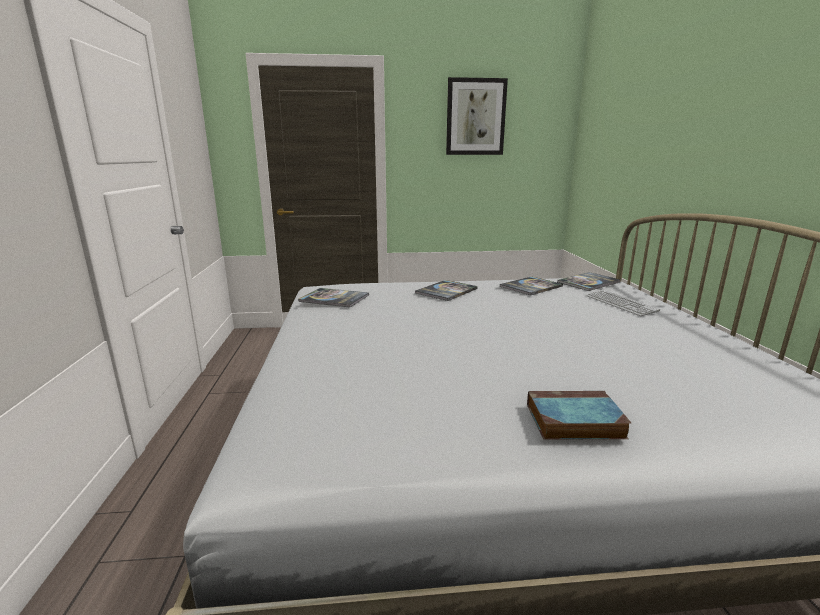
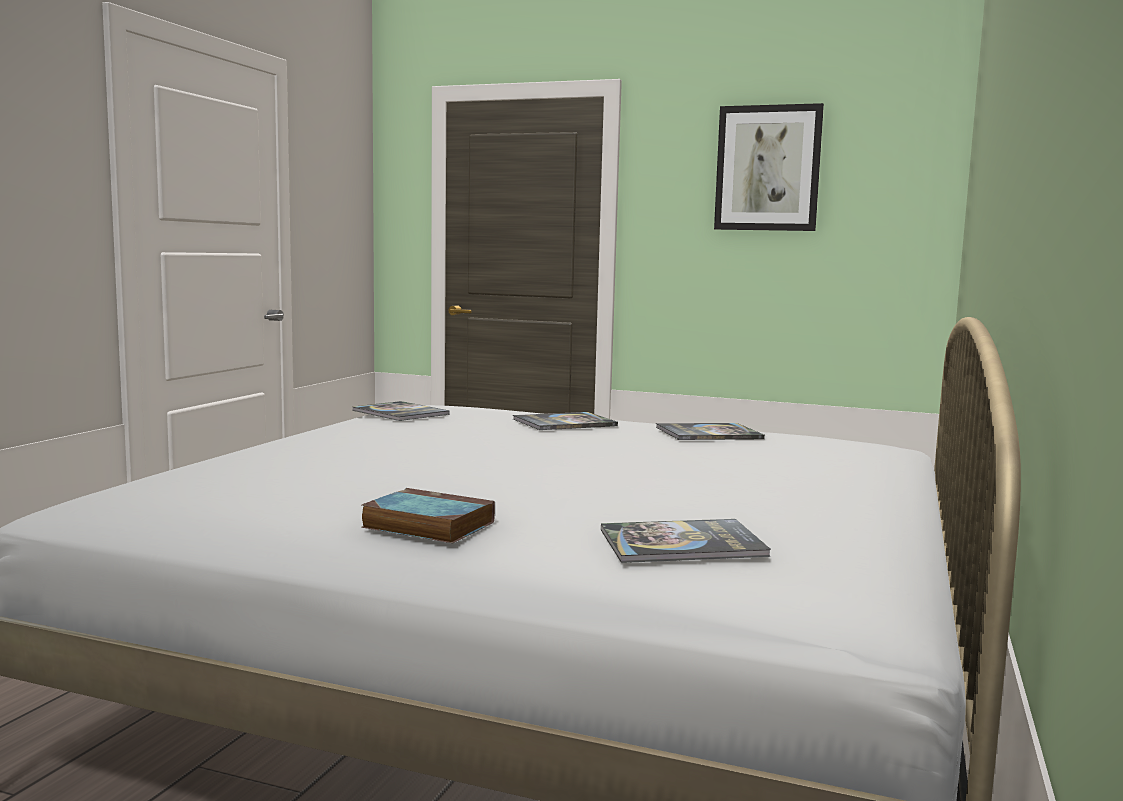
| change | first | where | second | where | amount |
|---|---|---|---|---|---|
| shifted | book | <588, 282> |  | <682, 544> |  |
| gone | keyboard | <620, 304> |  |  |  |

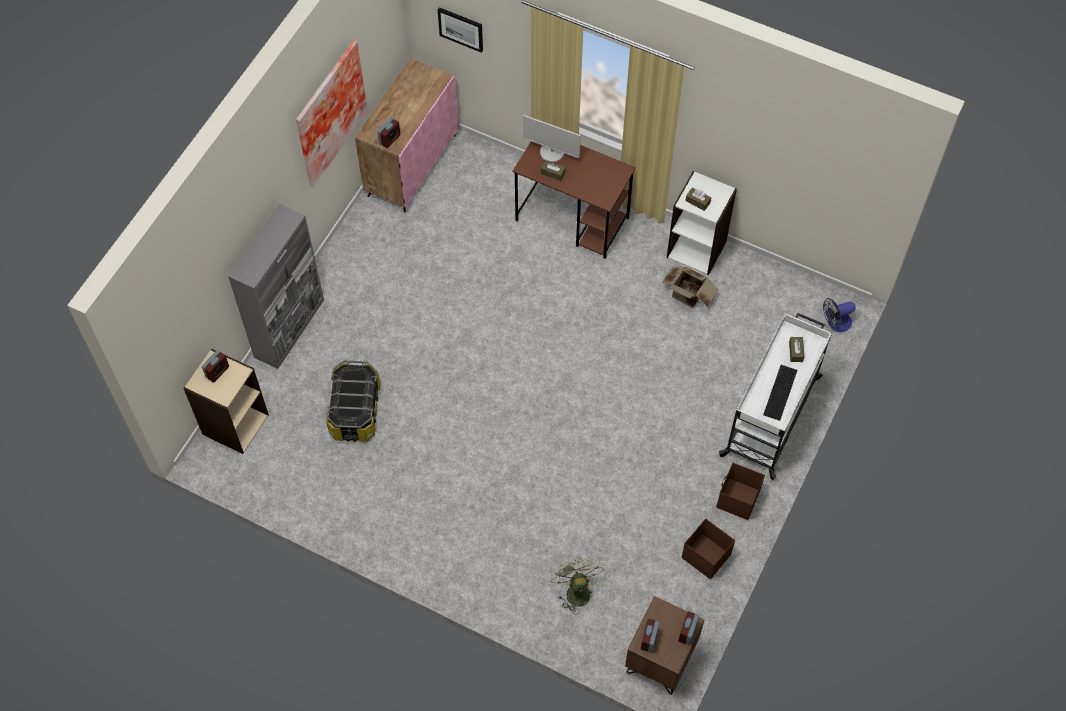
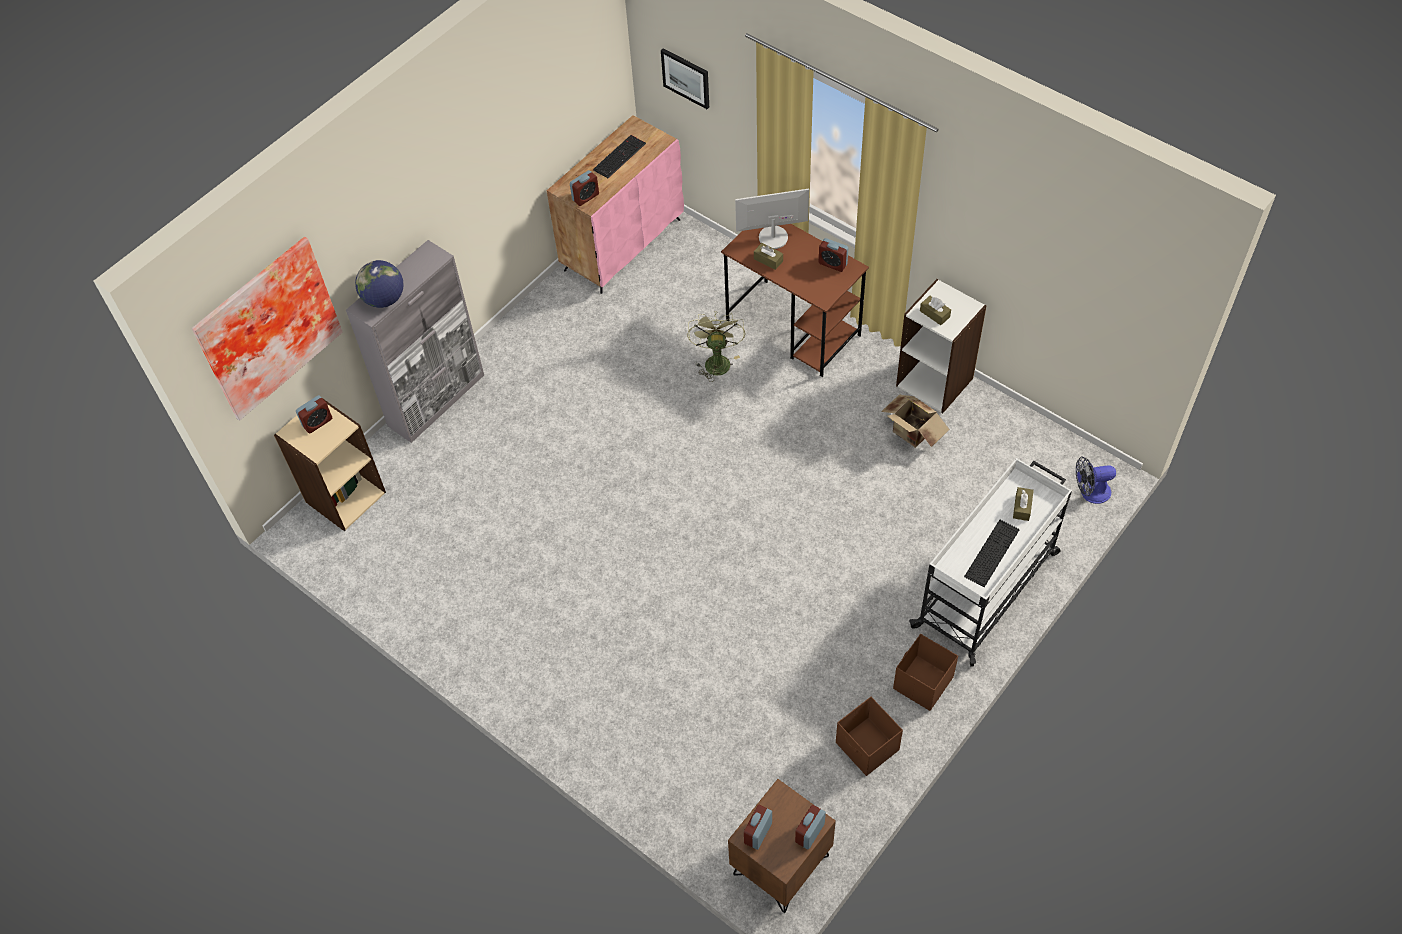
| change | first | where | second | where | amount |
|---|---|---|---|---|---|
| shifted | picture | <328, 112> |  | <266, 326> |  |
| new |  |  | globe | <384, 299> |  |
| new |  |  | keyboard | <619, 156> |  |
| shifted | green fan | <575, 590> |  | <716, 360> |  |
| rotated | monitor | <552, 152> |  | <773, 237> | 135 degrees clockwise |
| new |  |  | alarm clock | <832, 264> |  |
| gone | storage box | <355, 411> |  |  |  |

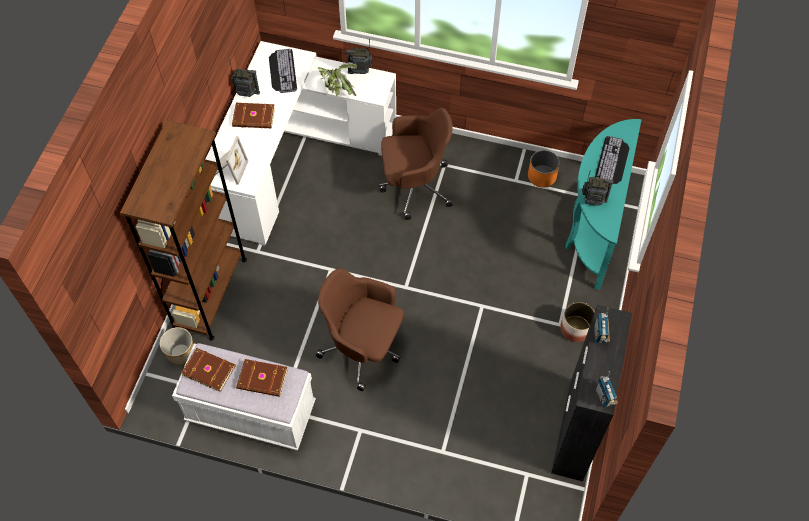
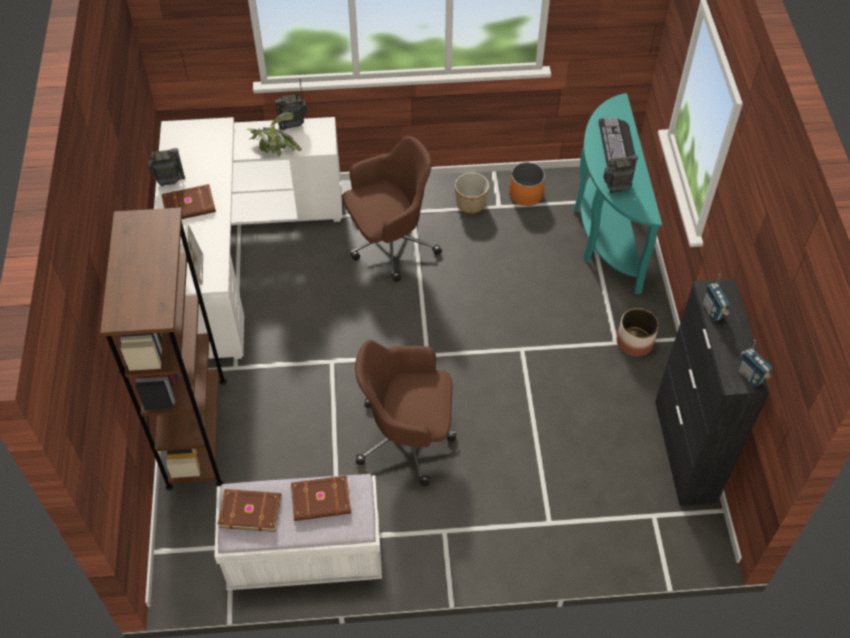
| change | first | where | second | where | amount |
|---|---|---|---|---|---|
| shifted | planter | <181, 352> |  | <471, 203> |  |
| gone | keyboard | <282, 71> |  |  |  |

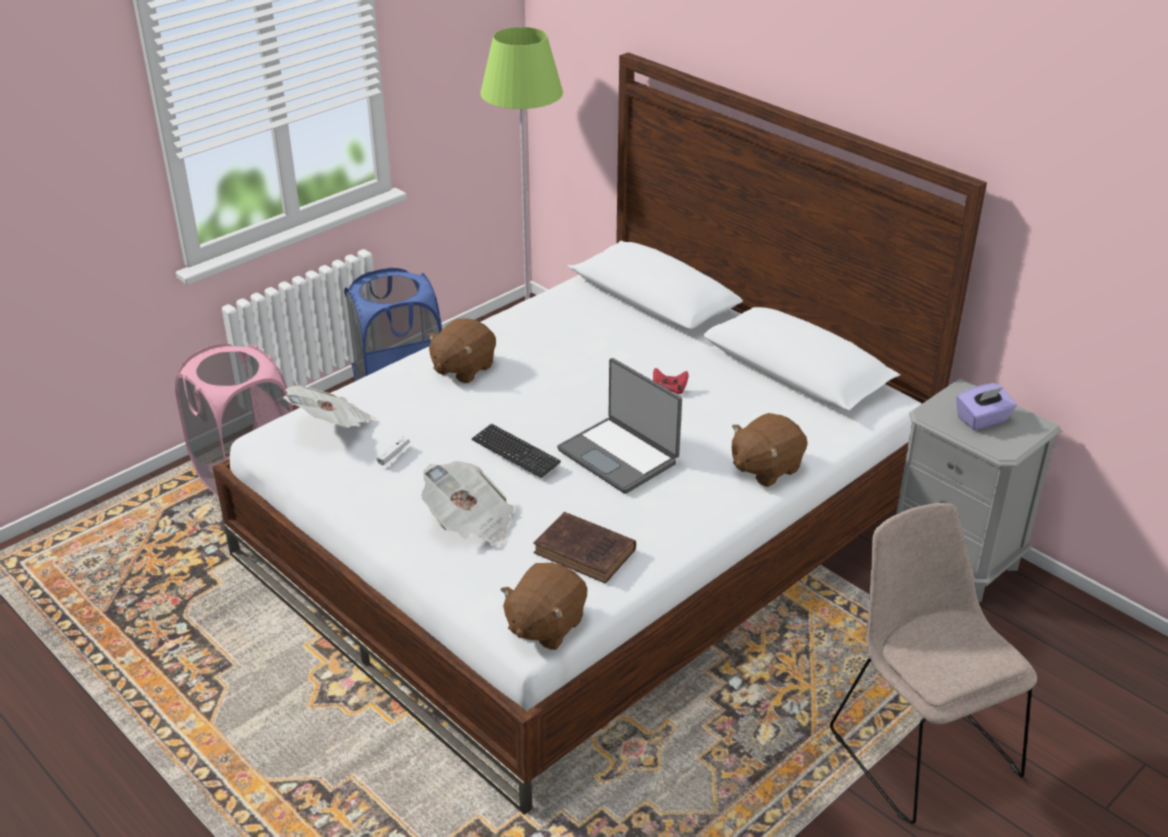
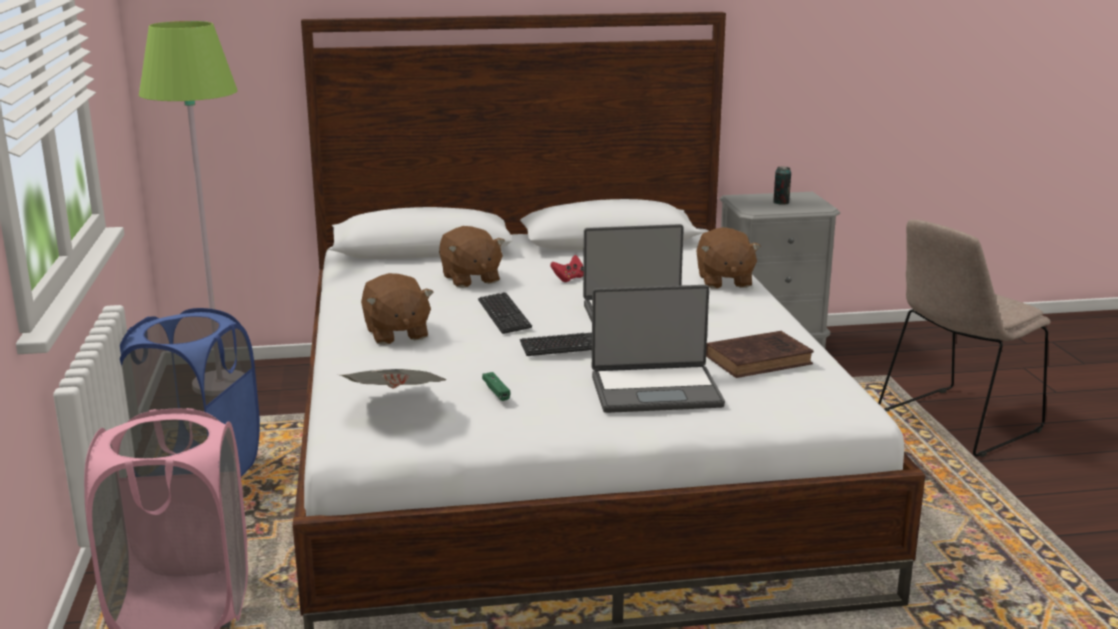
| change | first | where | second | where | amount |
|---|---|---|---|---|---|
| shifted | brown plush toy | <545, 625> |  | <470, 279> |  |
| new |  |  | keyboard | <504, 315> |  |
| repainted | white game controller | <393, 454> | green game controller | <496, 391> |  |
| swapped | newspaper | <470, 523> | laptop | <655, 390> |  |
| swapped | purple tissue box | <983, 420> | can | <781, 202> |  |
| rotated | beige chair | <920, 748> |  | <955, 423> | 45 degrees counterclockwise |

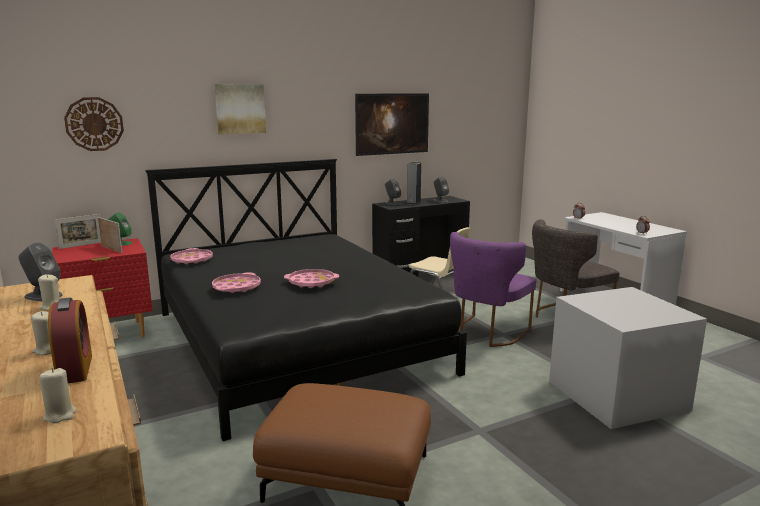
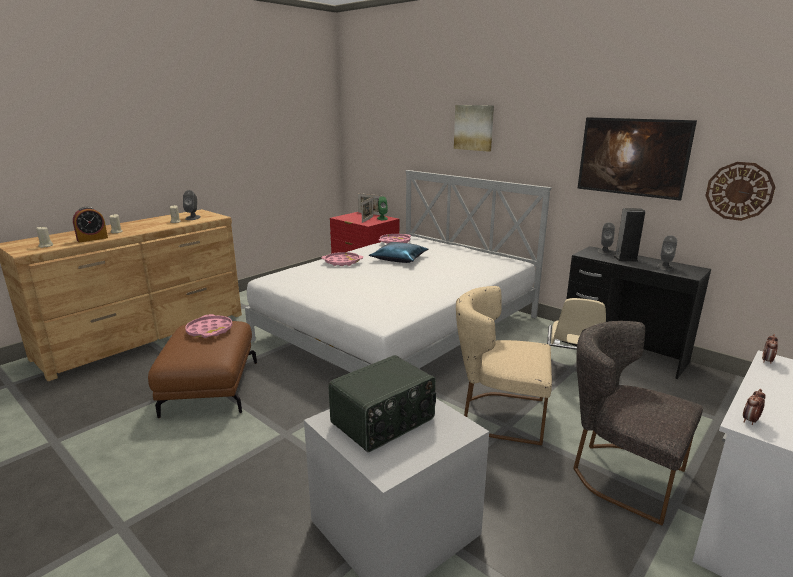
| change | first | where | second | where | amount |
|---|---|---|---|---|---|
| shifted | pink tray | <311, 282> |  | <209, 330> |  |
| repainted | black bed | <295, 341> | white bed | <399, 328> |  |
| new |  |  | radio | <384, 422> |  |
| new |  |  | blue pillow | <400, 259> |  |
| repainted | purple chair | <487, 333> | beige chair | <499, 415> |  |
| shifted | wall clock | <94, 124> |  | <739, 191> |  |

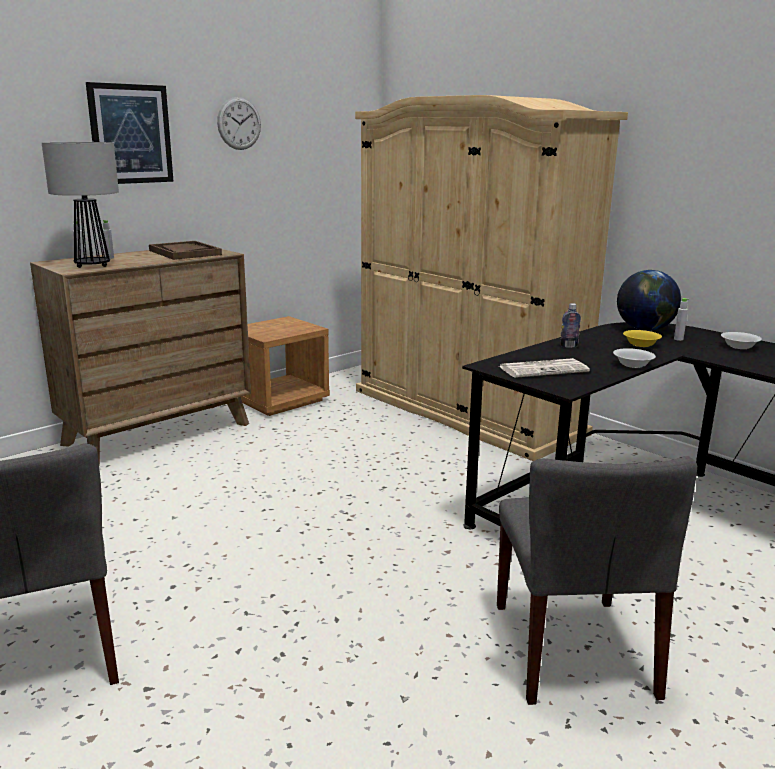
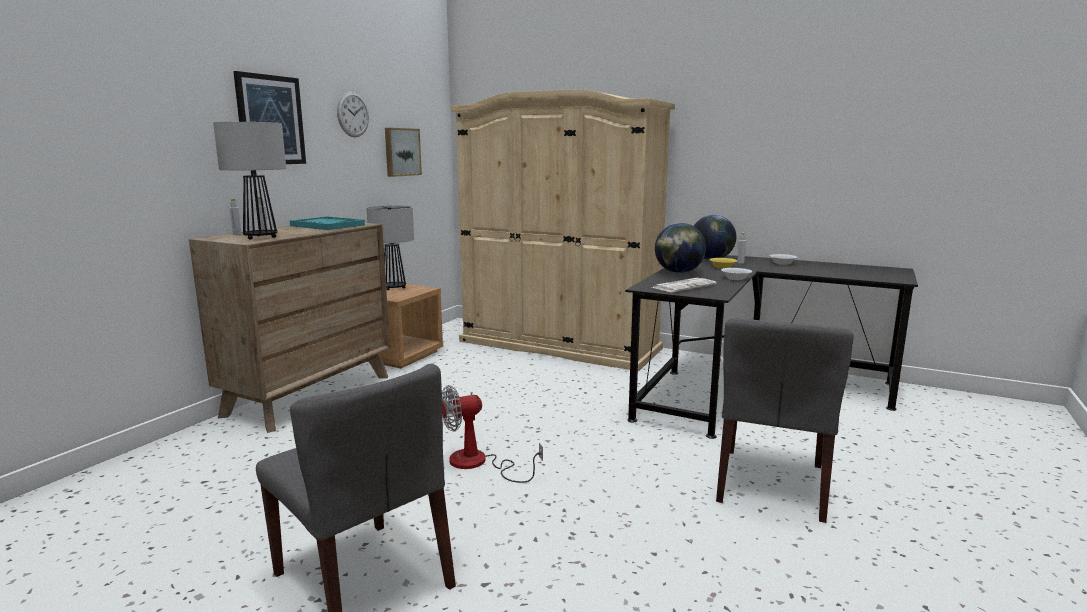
| change | first | where | second | where | amount |
|---|---|---|---|---|---|
| repainted | brown tray | <184, 252> | turquoise tray | <327, 225> |  |
| new |  |  | table lamp | <394, 288> |  |
| new |  |  | picture | <401, 152> |  |
| new |  |  | fan | <479, 463> |  |
| swapped | bottle | <568, 346> | globe | <678, 272> |  |
| rotated | grey chair | <574, 649> |  | <772, 483> | 45 degrees clockwise |

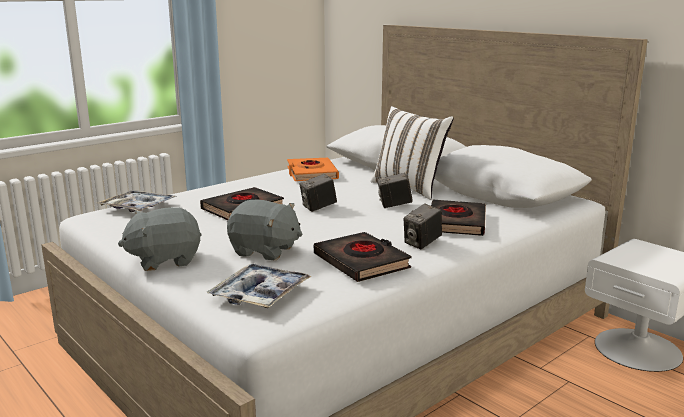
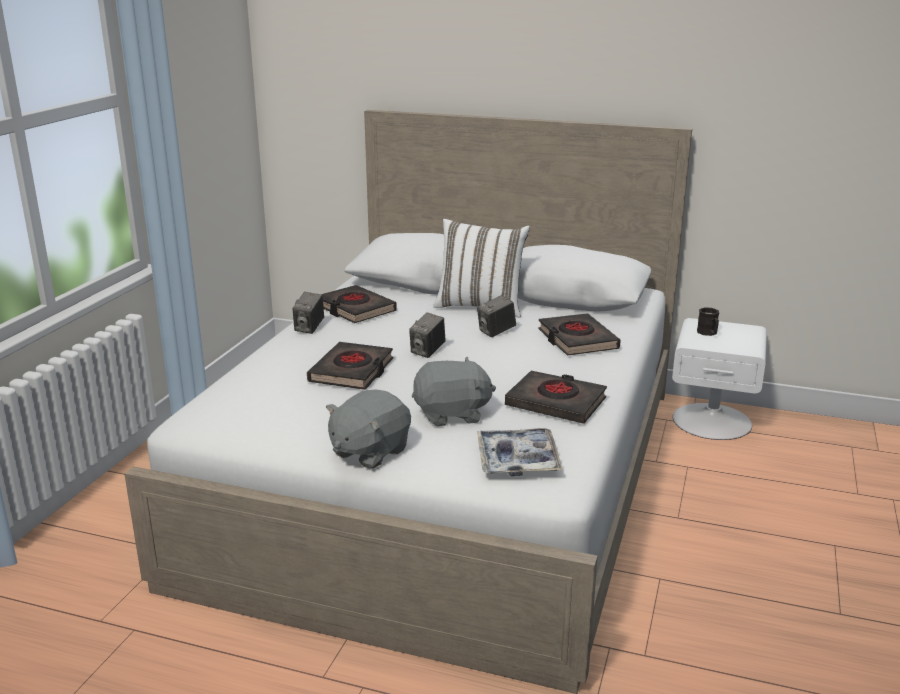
| change | first | where | second | where | amount |
|---|---|---|---|---|---|
| shifted | photo camera | <422, 243> |  | <309, 328> |  |
| repainted | orange book | <311, 174> | black book | <355, 309> |  |
| new |  |  | black mug | <708, 333> |  |
| gone | tray | <138, 207> |  |  |  |

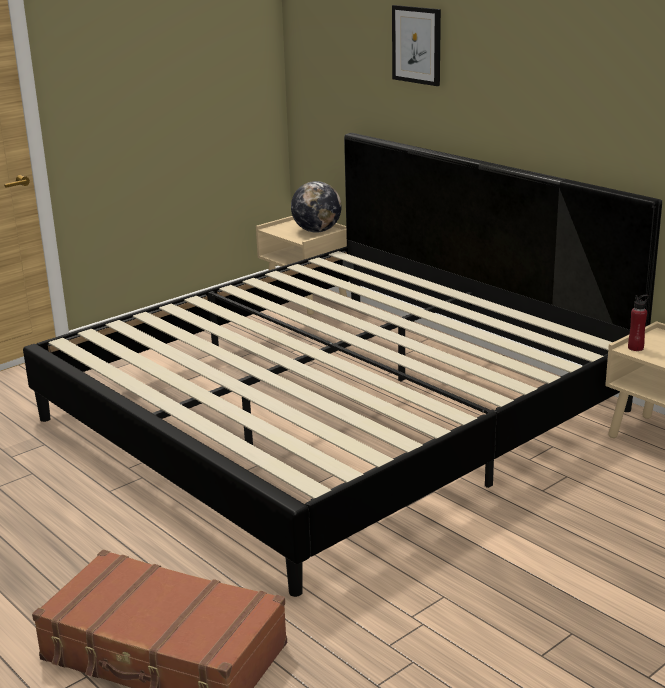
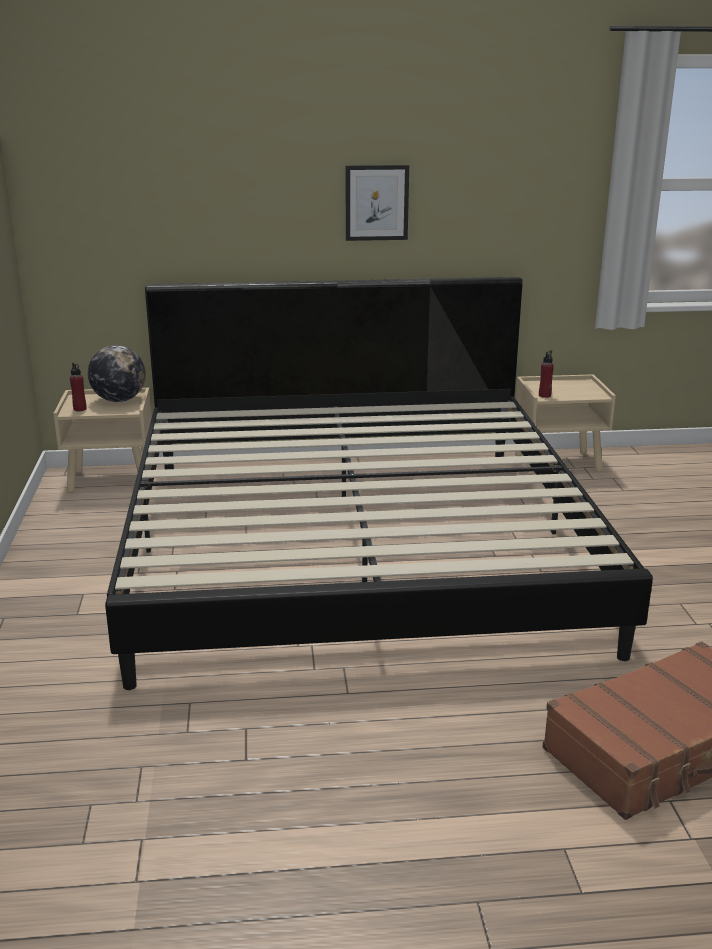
| change | first | where | second | where | amount |
|---|---|---|---|---|---|
| new |  |  | red bottle | <80, 409> |  |
| shifted | picture | <417, 45> |  | <376, 202> |  |

